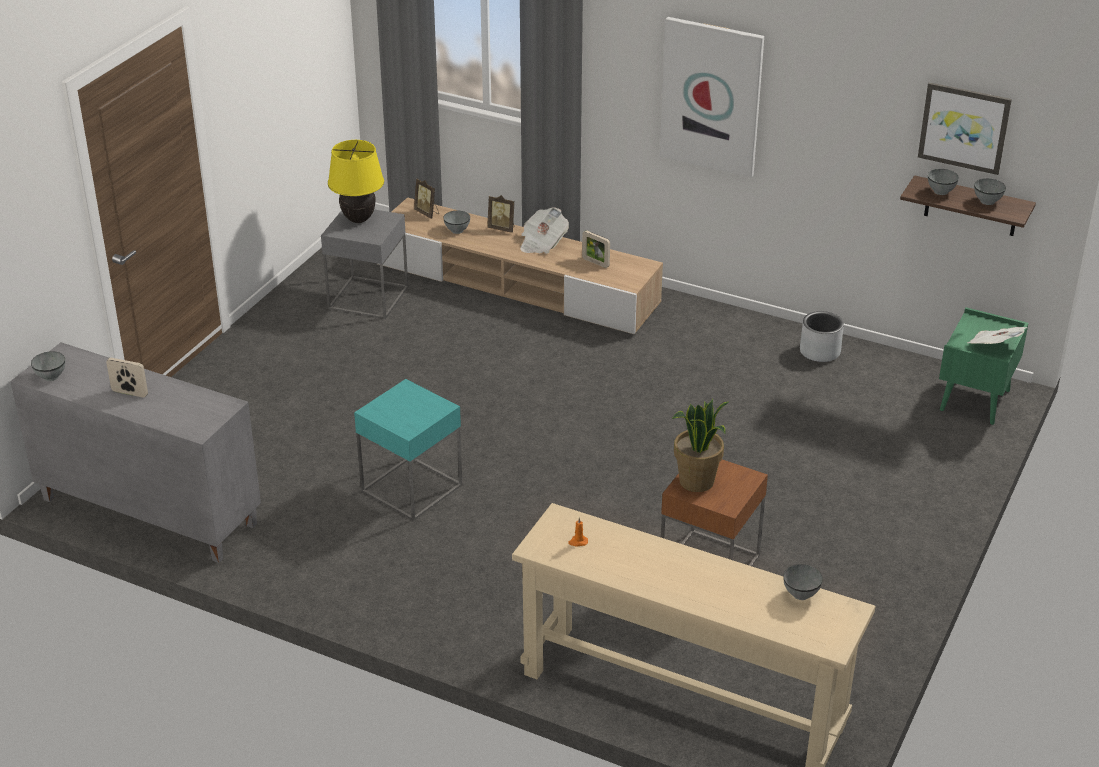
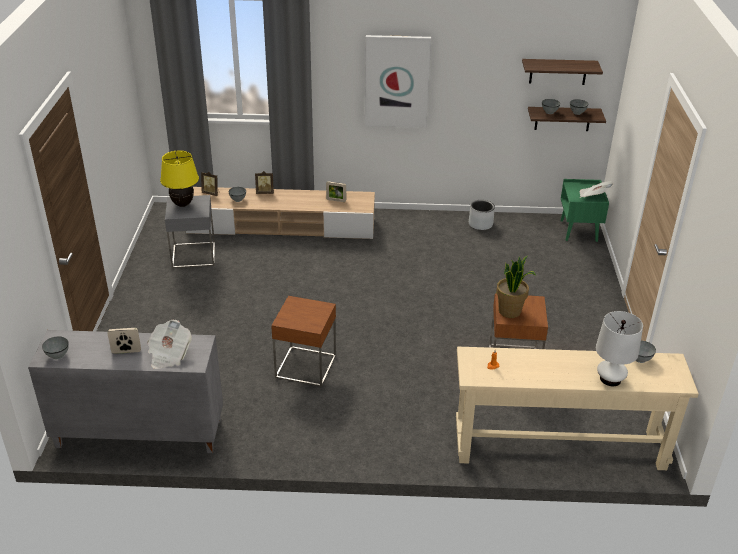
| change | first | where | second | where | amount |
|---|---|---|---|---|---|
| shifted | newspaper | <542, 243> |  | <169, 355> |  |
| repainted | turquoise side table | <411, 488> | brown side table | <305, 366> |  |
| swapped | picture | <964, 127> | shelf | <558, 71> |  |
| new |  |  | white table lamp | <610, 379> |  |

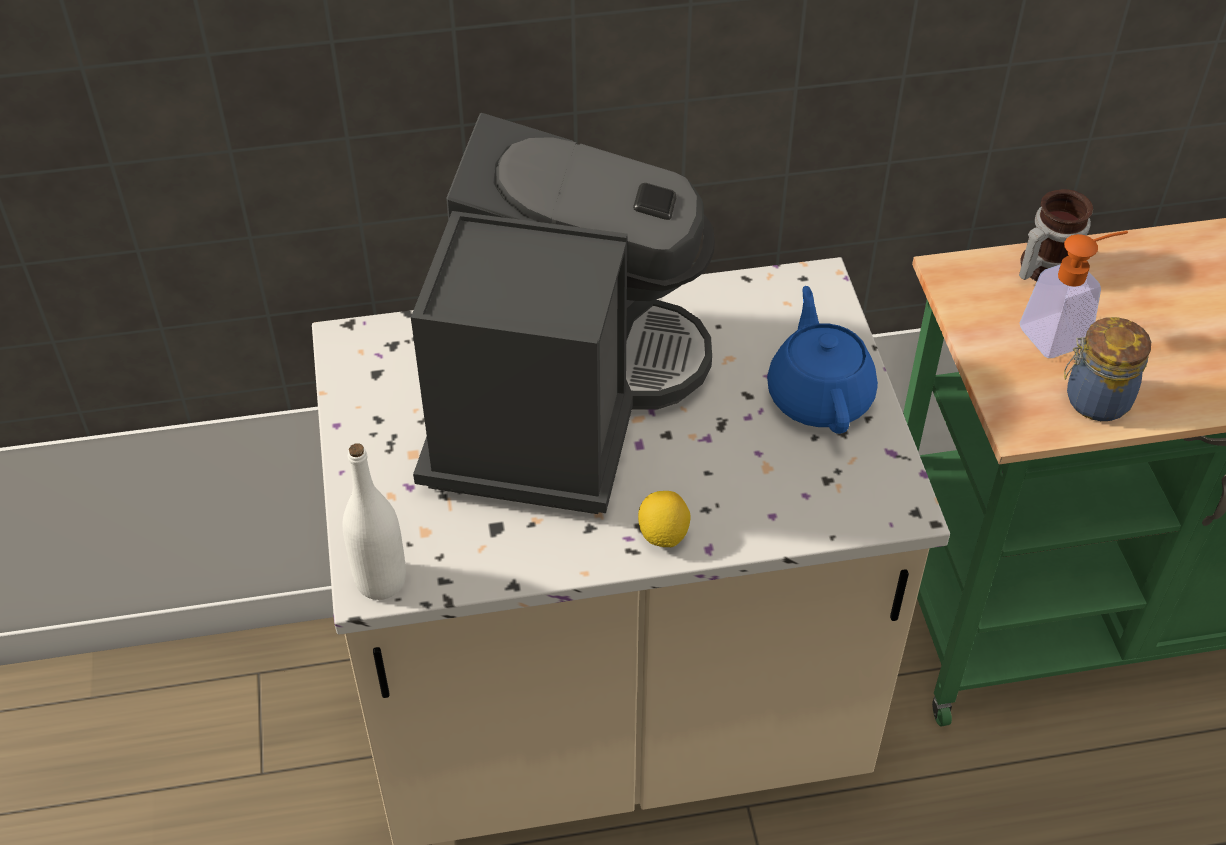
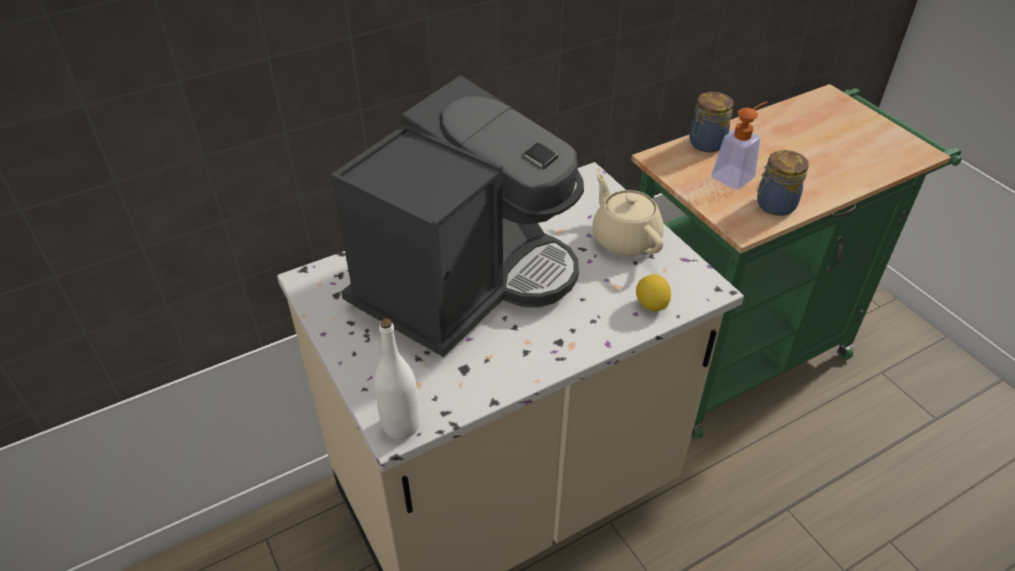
| change | first | where | second | where | amount |
|---|---|---|---|---|---|
| rotated | coffee machine | <556, 400> |  | <465, 281> | 45 degrees clockwise |
| repainted | blue teapot | <819, 395> | beige teapot | <625, 238> |  |
| shifted | lemon | <663, 534> |  | <651, 305> |  |
| swapped | mug | <1043, 266> | jar | <705, 144> |  |

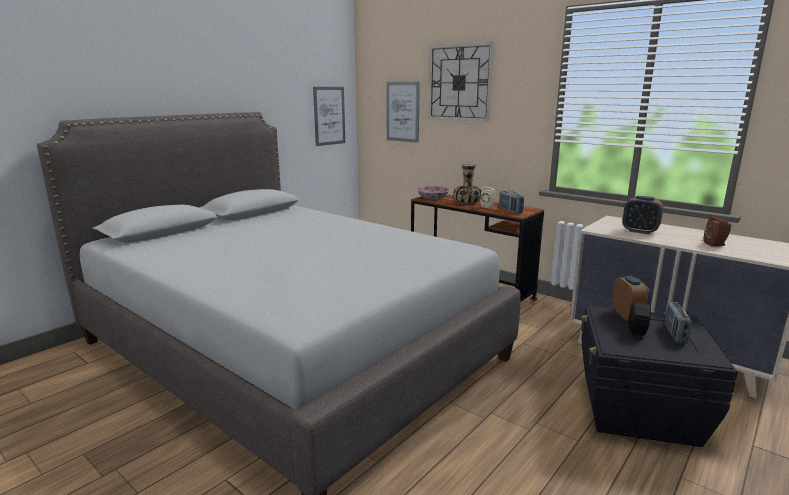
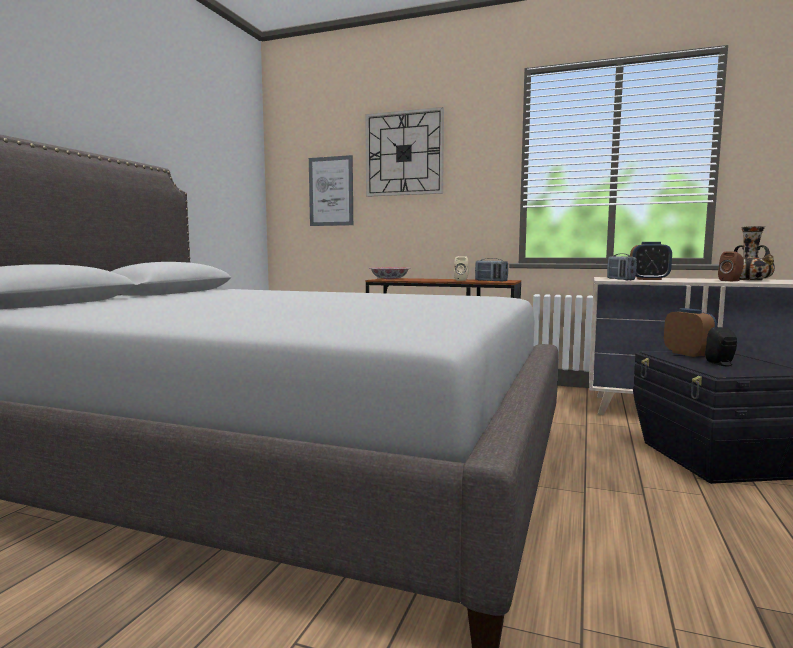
| change | first | where | second | where | amount |
|---|---|---|---|---|---|
| shifted | radio | <675, 334> |  | <620, 279> |  |
| shifted | vase | <467, 202> |  | <749, 279> |  |
| gone | picture | <329, 116> |  |  |  |

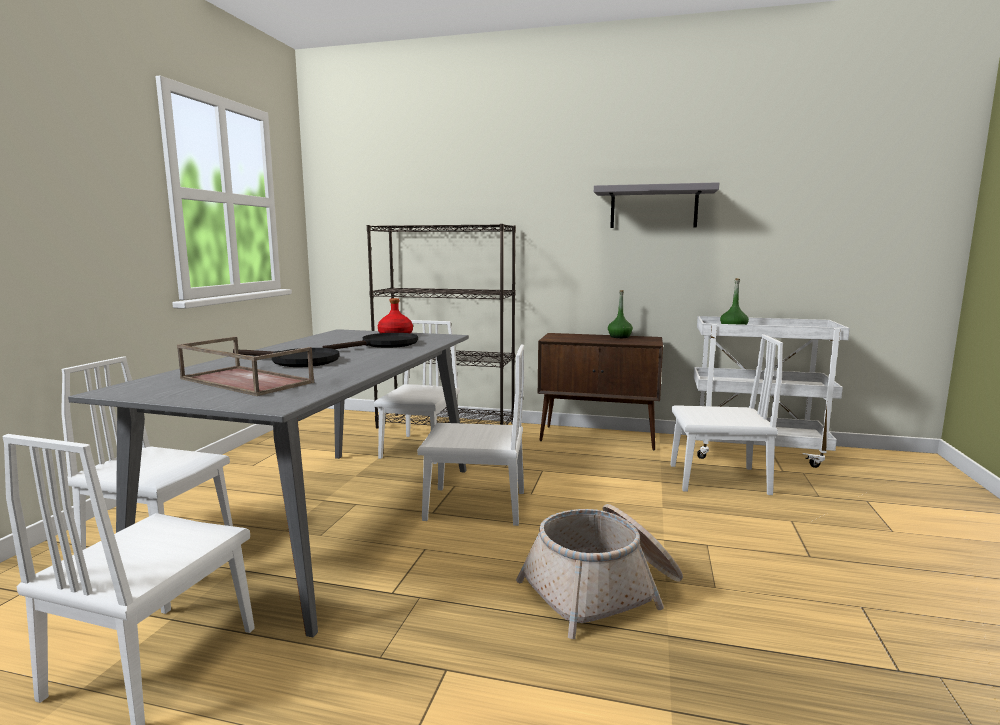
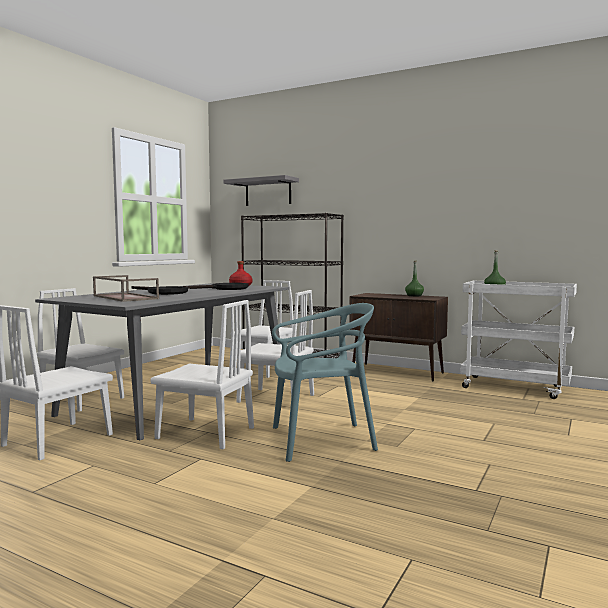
| change | first | where | second | where | amount |
|---|---|---|---|---|---|
| shifted | white chair | <718, 479> |  | <205, 433> |  |
| shifted | grey shelf | <653, 208> |  | <268, 192> |  |
| swapped | basket | <603, 590> | turquoise chair | <321, 440> |  |

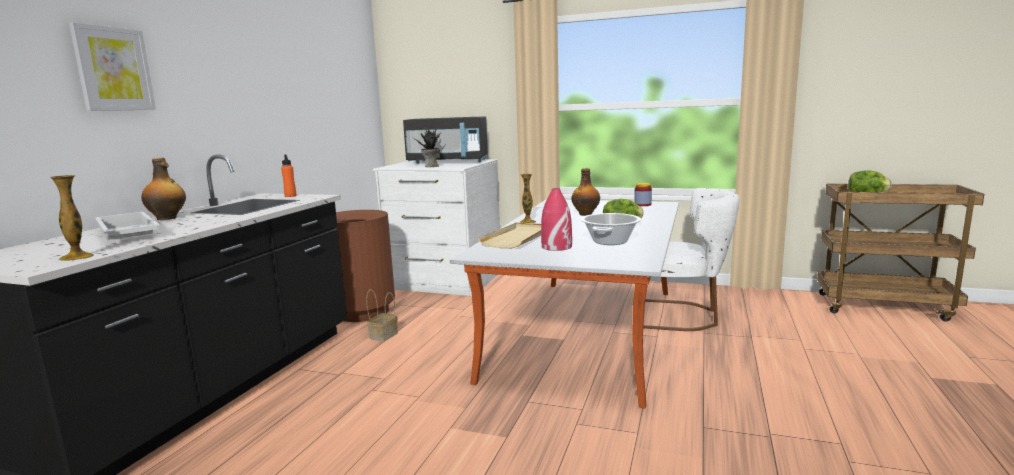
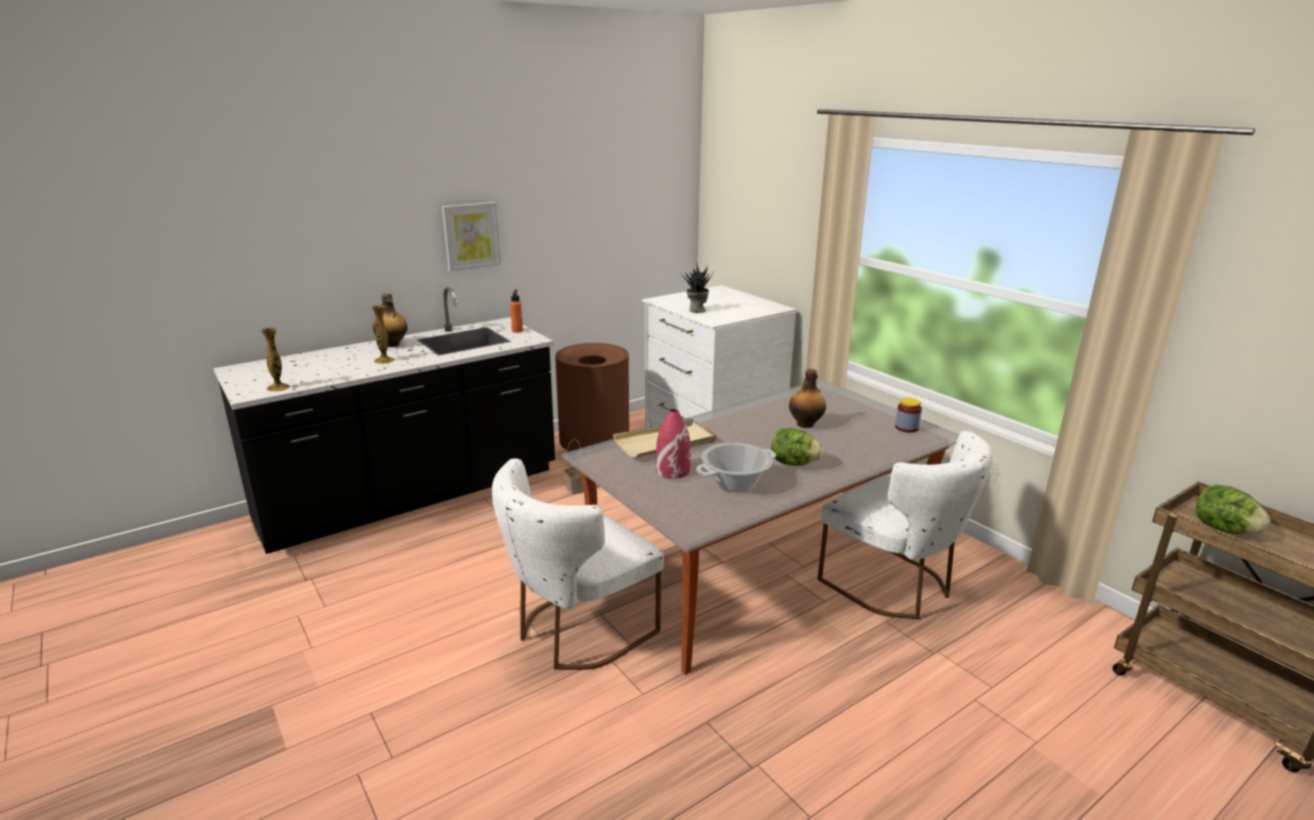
| change | first | where | second | where | amount |
|---|---|---|---|---|---|
| shifted | vase | <527, 222> |  | <384, 360> |  |
| shifted | picture | <113, 69> |  | <471, 236> |  |
| new |  |  | white chair | <577, 632> |  |
| gone | white tray | <126, 234> |  |  |  |
| gone | black microwave | <448, 162> |  |  |  |

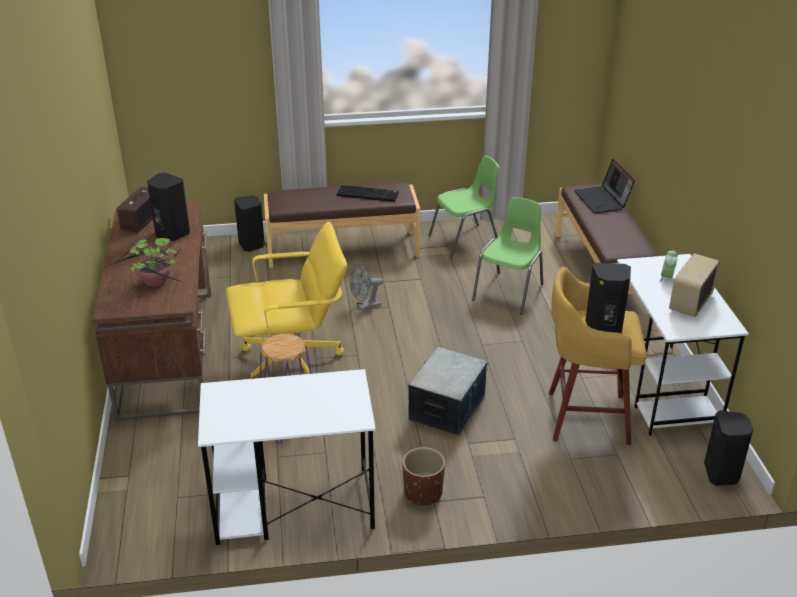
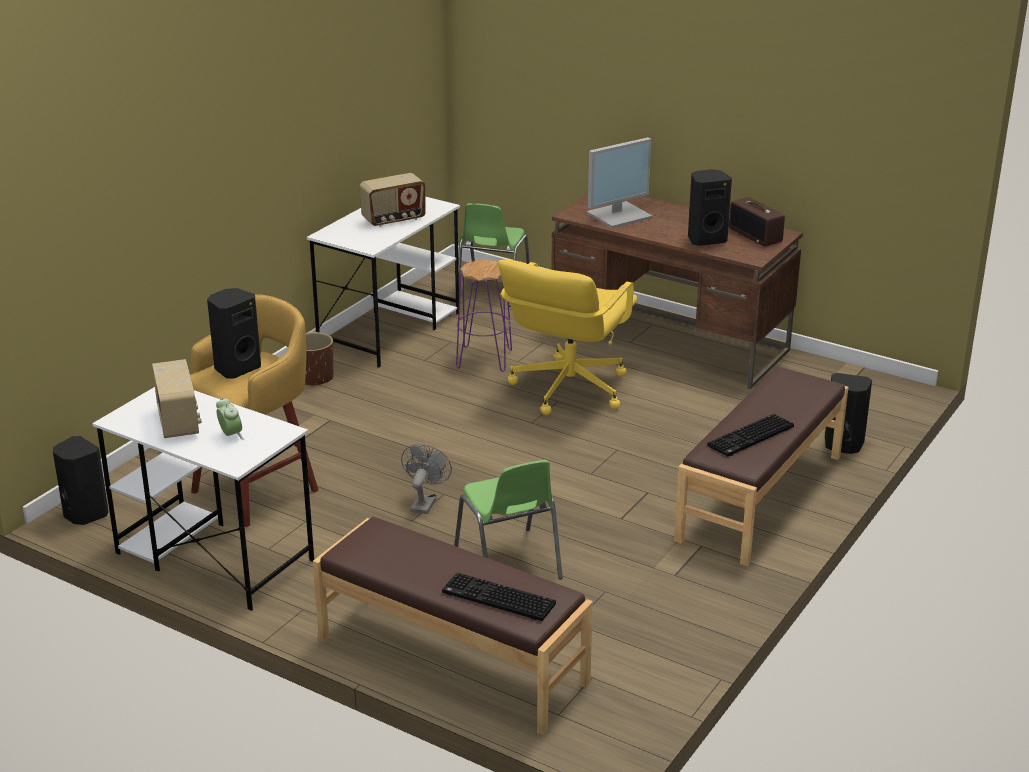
| change | first | where | second | where | amount |
|---|---|---|---|---|---|
| new |  |  | radio | <394, 219> |  |
| shifted | grey fan | <365, 306> |  | <424, 502> |  |
| swapped | laptop | <602, 200> | keyboard | <496, 599> |  |
| shifted | green chair | <465, 241> |  | <492, 290> |  |
| swapped | potted plant | <157, 283> | monitor | <619, 215> |  |
| gone | storage box | <447, 408> |  |  |  |

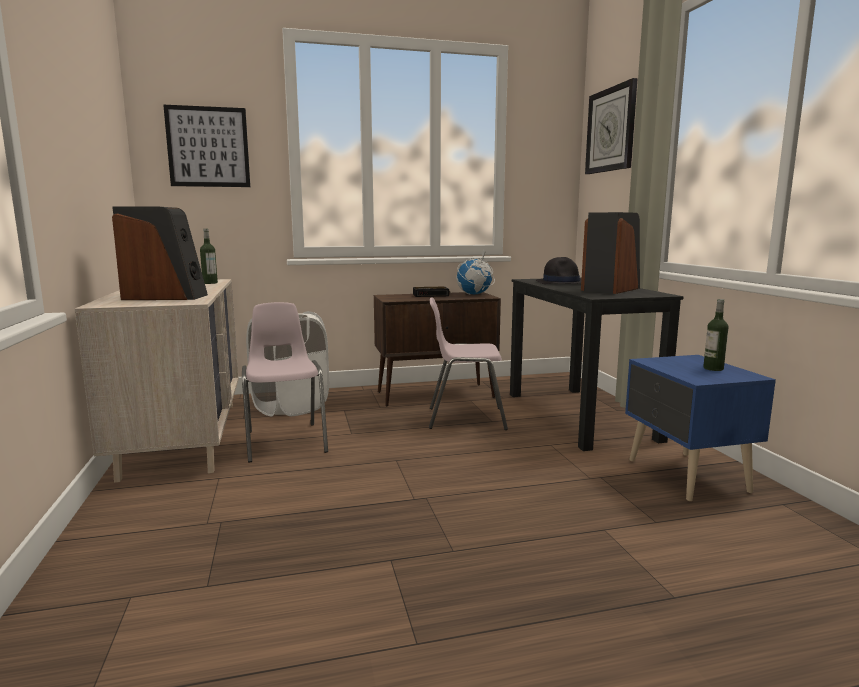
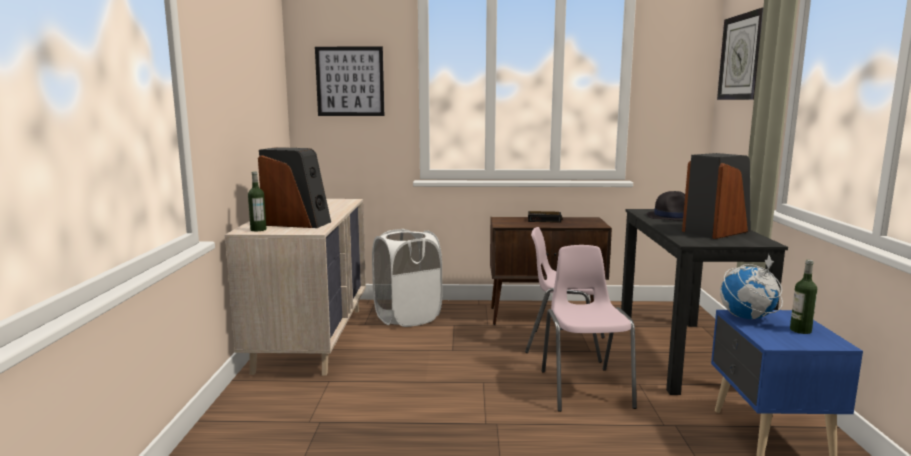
| change | first | where | second | where | amount |
|---|---|---|---|---|---|
| shifted | bottle | <210, 283> |  | <258, 229> |  |
| shifted | pink chair | <285, 441> |  | <585, 388> |  |
| shifted | globe | <474, 294> |  | <747, 318> |  |

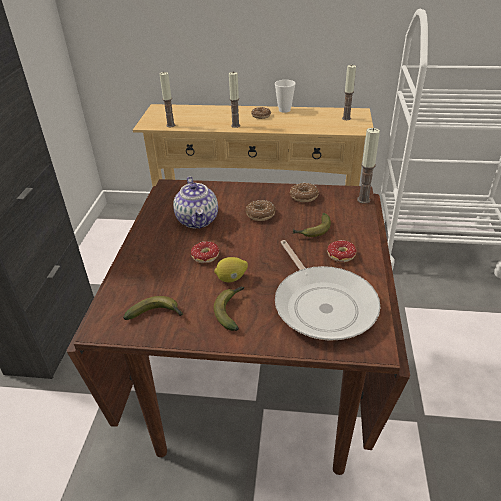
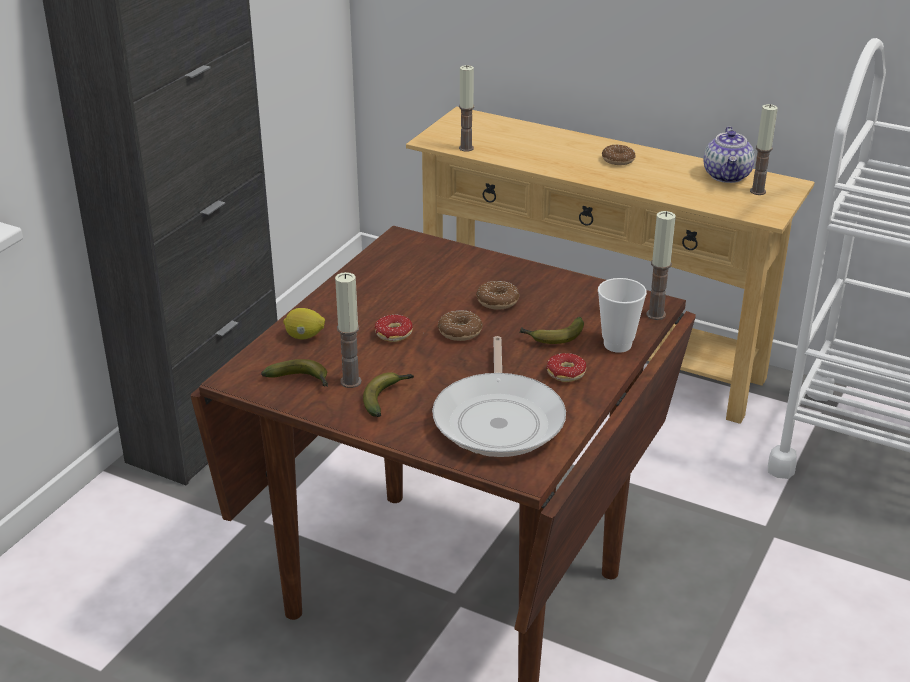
| change | first | where | second | where | amount |
|---|---|---|---|---|---|
| shifted | lemon | <231, 278> |  | <304, 337> |  |
| shifted | candle | <235, 125> |  | <350, 381> |  |
| shifted | donut | <304, 196> |  | <460, 332> |  |
| shifted | cup | <284, 110> |  | <617, 344> |  |
| shifted | teapot | <198, 220> |  | <727, 176> |  |

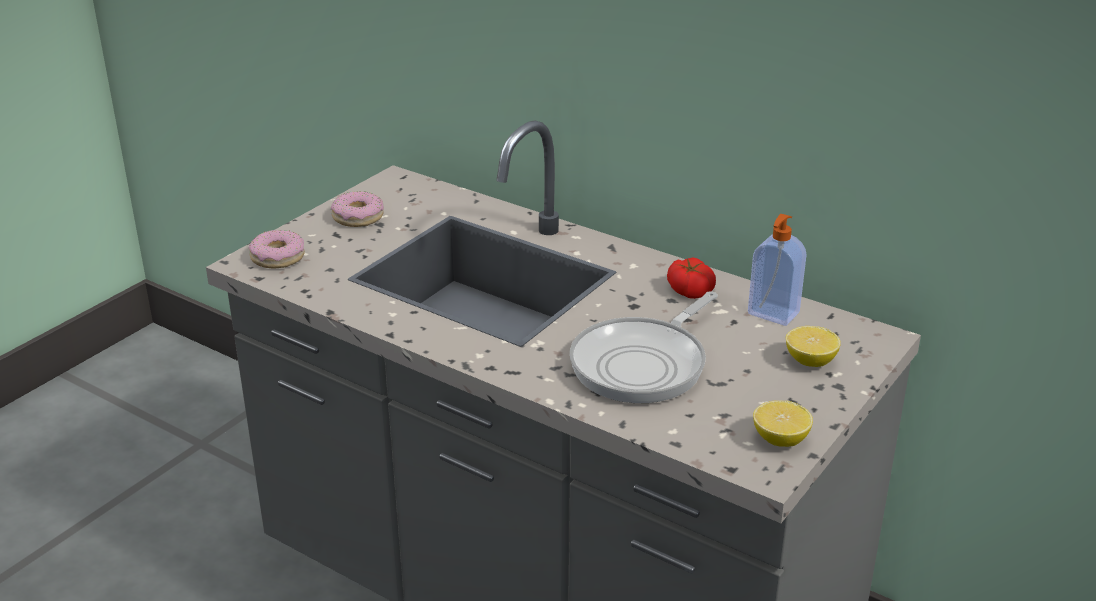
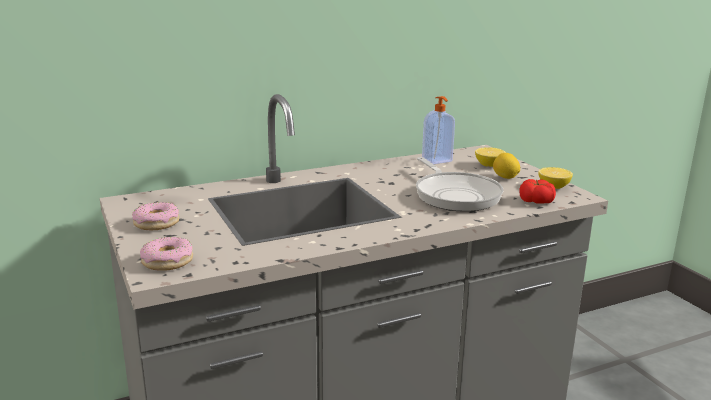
| change | first | where | second | where | amount |
|---|---|---|---|---|---|
| new |  |  | lemon | <505, 177> |  |
| shifted | tomato | <689, 290> |  | <536, 201> |  |

